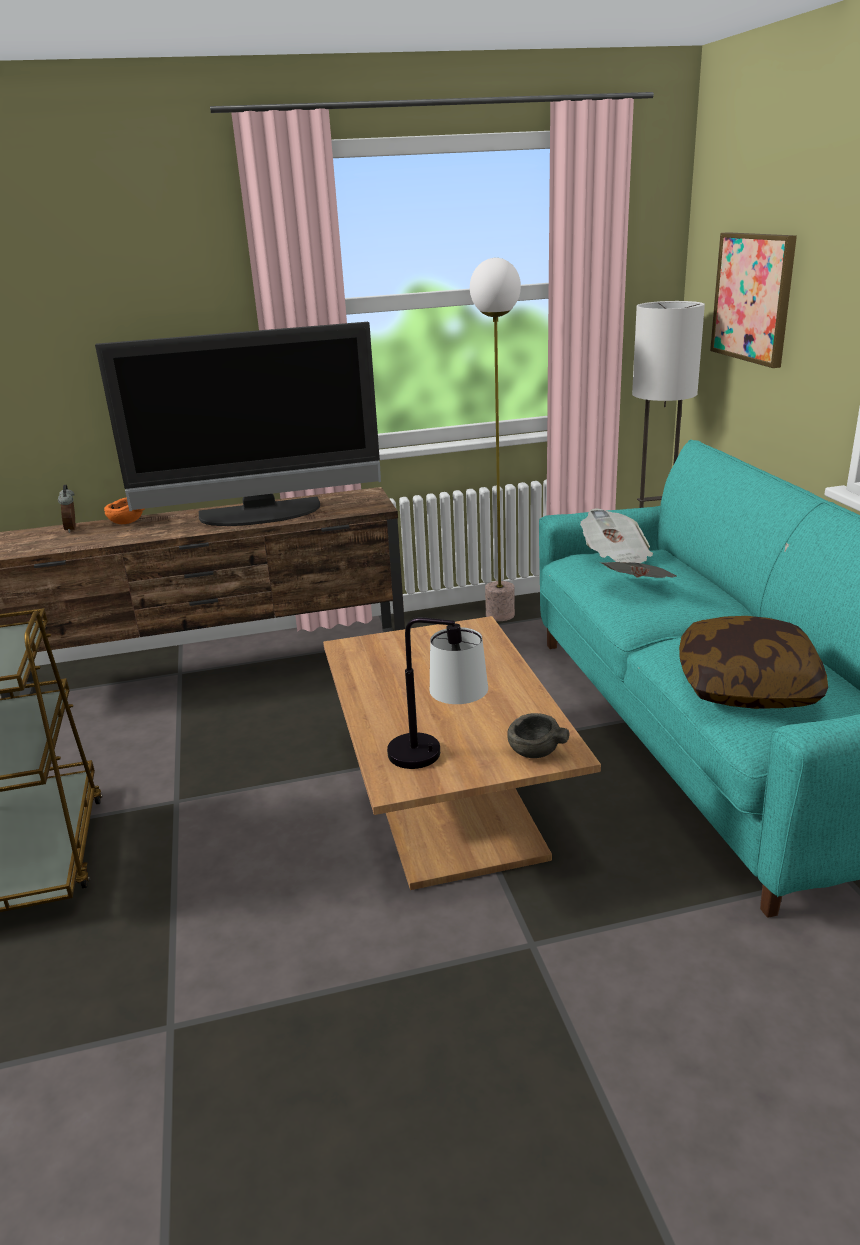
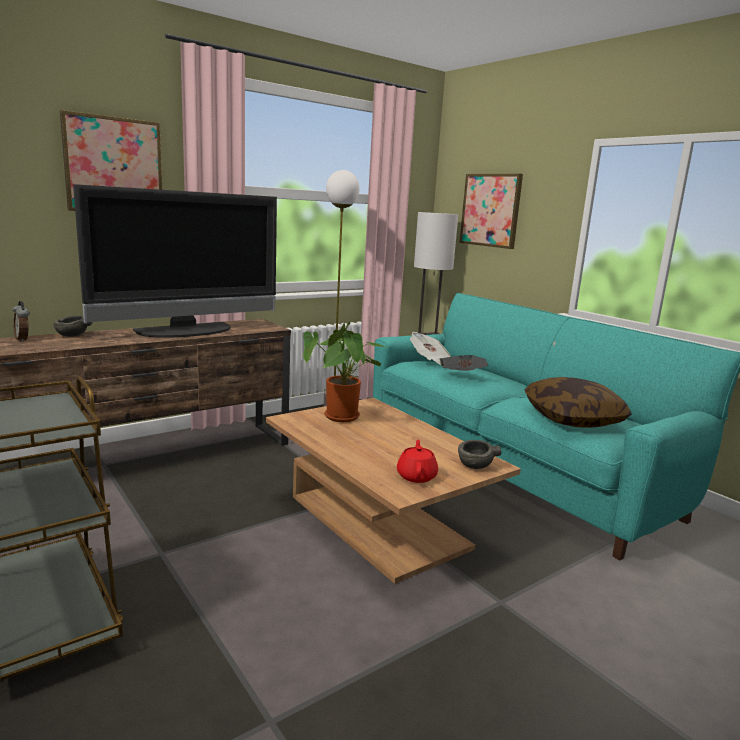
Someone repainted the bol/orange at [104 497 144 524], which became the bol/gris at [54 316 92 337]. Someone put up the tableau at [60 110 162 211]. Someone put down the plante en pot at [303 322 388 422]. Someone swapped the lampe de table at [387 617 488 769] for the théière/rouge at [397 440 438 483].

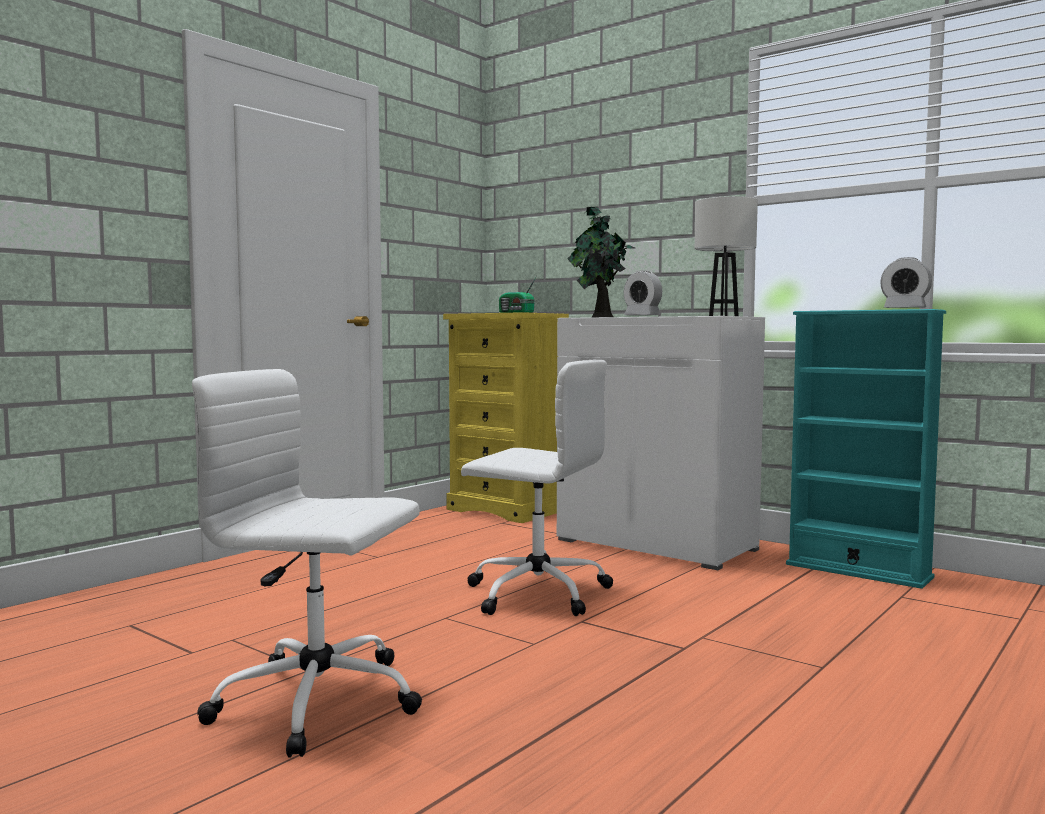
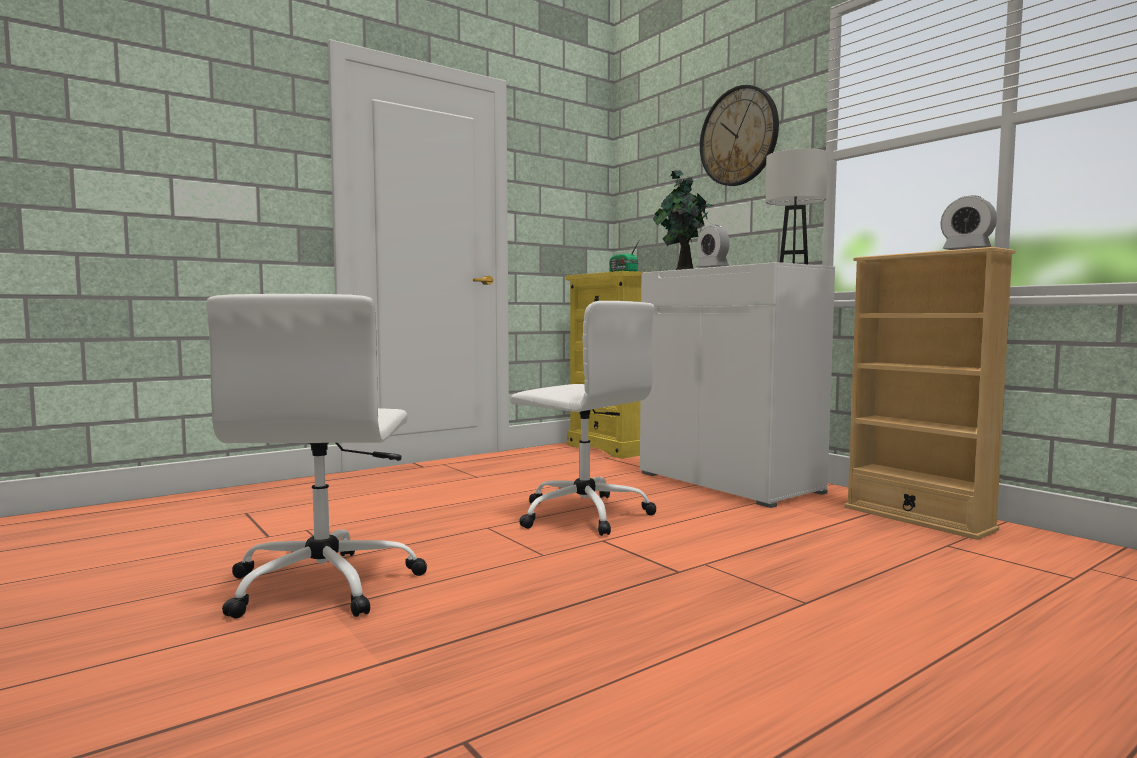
Someone rotated the chaise de bureau/blanc at [192 369 422 758] by 120 degrees counterclockwise. Someone put up the horloge murale at [700 85 779 186]. Someone repainted the bibliothèque/turquoise at [786 309 946 589], which became the bibliothèque/beige at [844 247 1015 540].

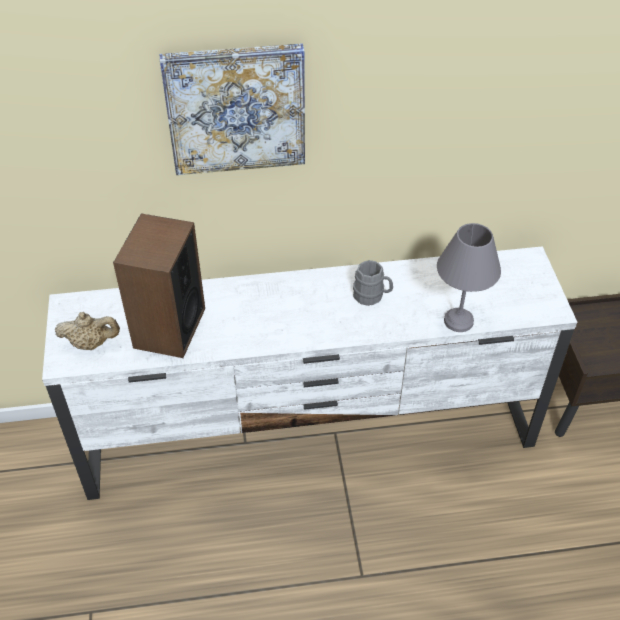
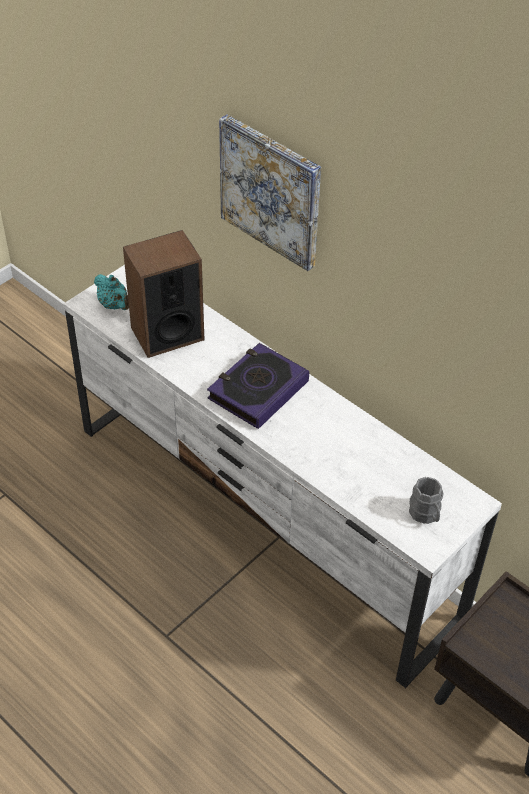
Someone repainted the théière/beige at [55 312 120 350], which became the théière/turquoise at [94 274 129 310]. Someone put down the livre at [207 343 309 429]. Someone carried the mug/gris from [353 260 393 306] to [409 477 443 524]. Someone took away the lampe de table/gris at [437 223 501 332].

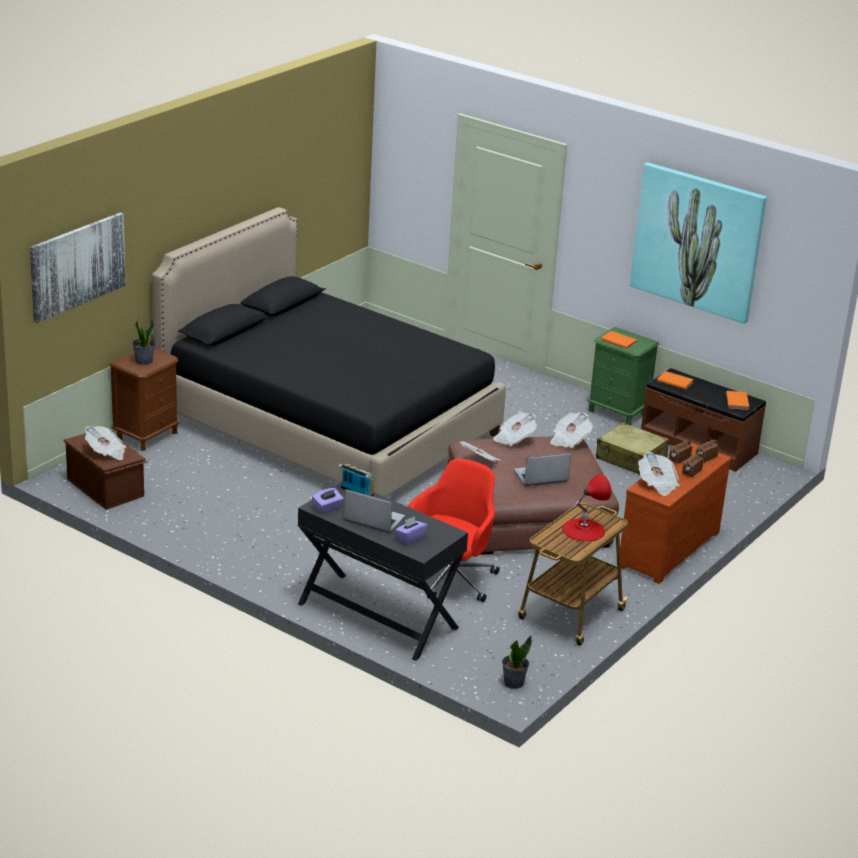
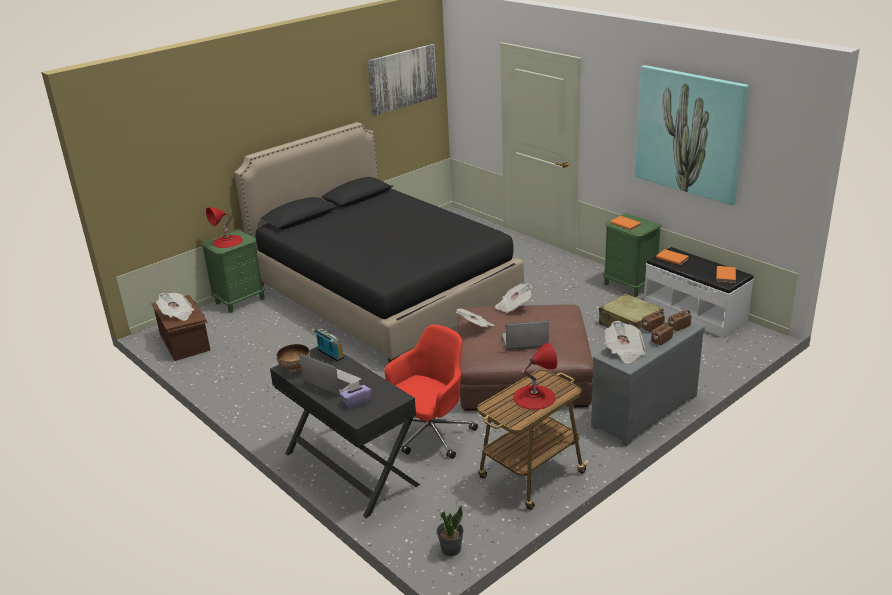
Someone repainted the table de chevet/marron at [110 348 179 451], which became the table de chevet/vert at [201 230 265 313]. Someone swapped the plante en pot at [132 319 155 365] for the lampe de table/rouge at [206 207 243 248]. Someone swapped the boîte à mouchoirs/violet at [312 488 344 513] for the bol at [277 344 310 374]. Someone carried the tableau from [30 213 126 323] to [367 44 437 116]. Someone repainted the commode/marron at [620 442 731 584], which became the commode/gris at [591 312 705 446]. Someone repainted the banc/marron at [641 368 766 472], which became the banc/blanc at [644 247 754 338]. Someone took away the journal at [550 412 593 448].

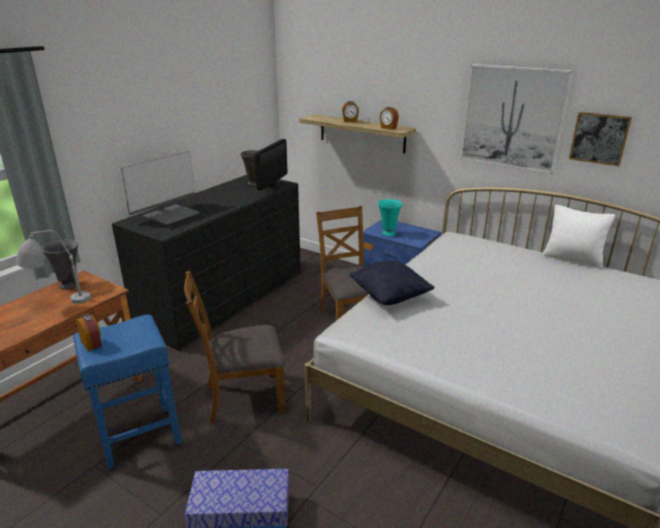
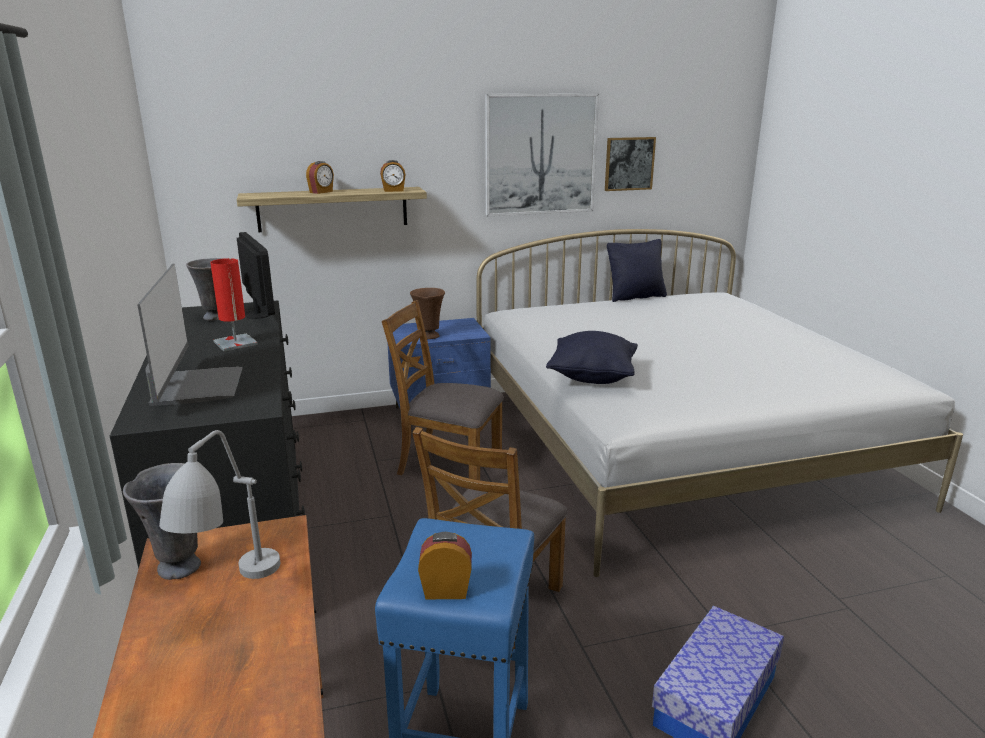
Someone put down the lampe de table/rouge at [210 258 258 351]. Someone repainted the vase/turquoise at [378 199 402 236], which became the vase/marron at [410 288 445 339]. Someone repainted the coussin/blanc at [543 205 615 268], which became the coussin/noir at [607 239 667 302].

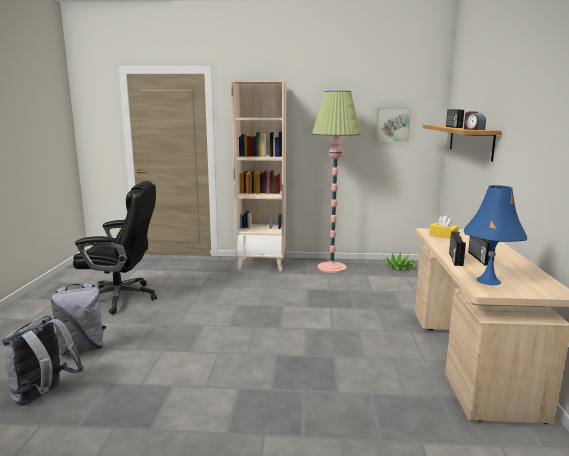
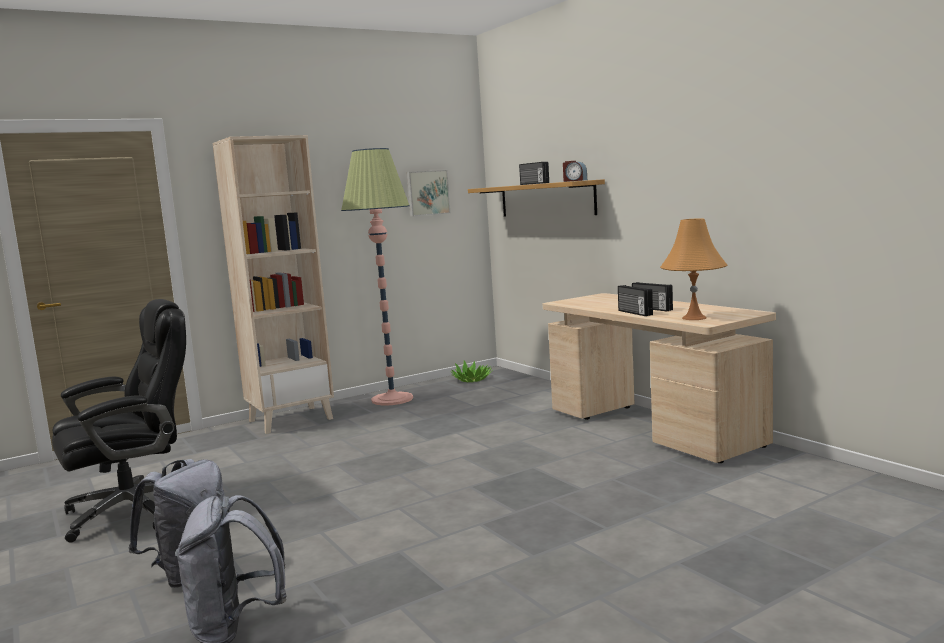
Someone repainted the lampe de table/bleu at [464 185 527 285], which became the lampe de table/orange at [660 218 727 320]. Someone took away the boîte à mouchoirs/jaune at [430 216 459 239].

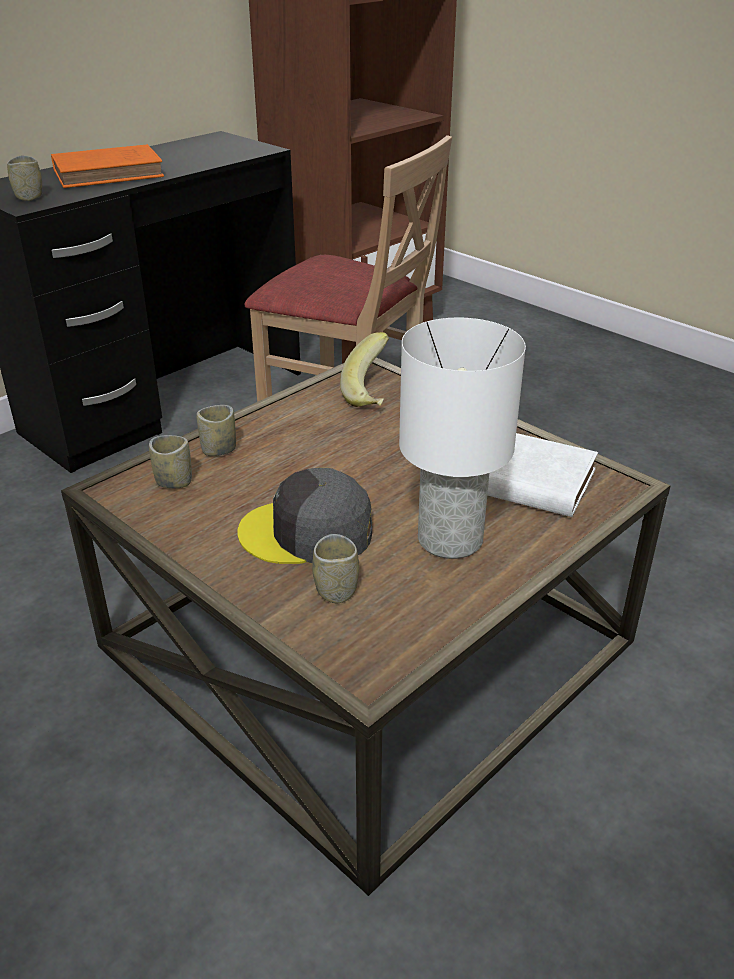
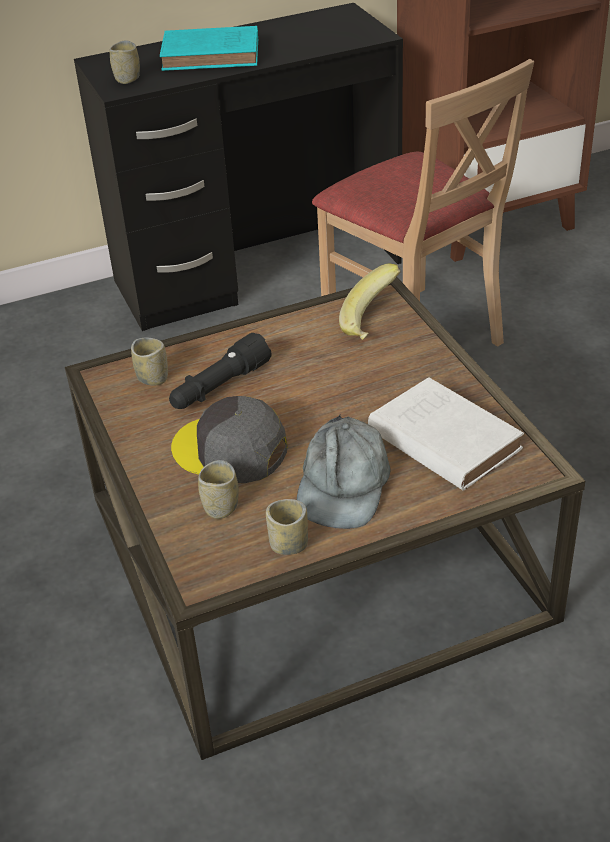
Someone repainted the livre/orange at [51 144 164 188], which became the livre/turquoise at [160 26 258 71]. Someone put down the lampe de poche/noir at [169 333 271 409]. Someone carried the tasse from [196 405 236 456] to [266 499 308 555]. Someone swapped the lampe de table/blanc at [399 318 526 559] for the casquette/gris at [297 414 391 529].

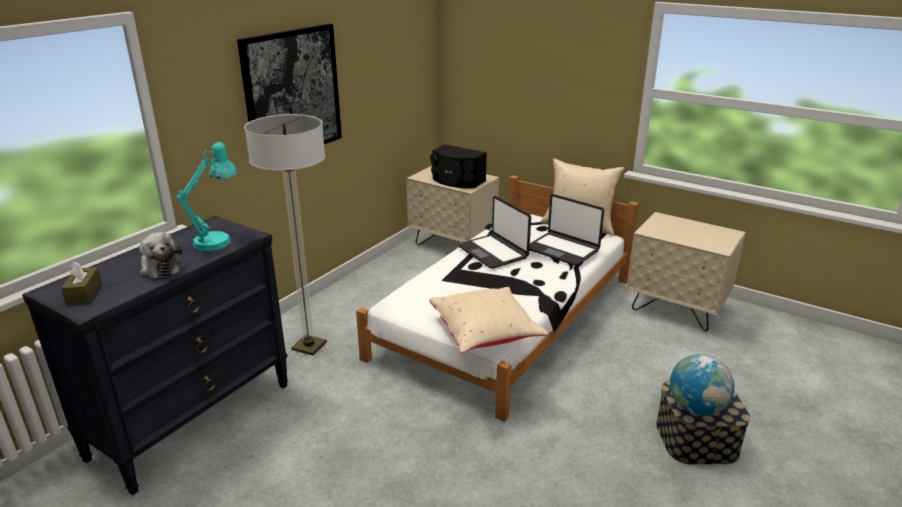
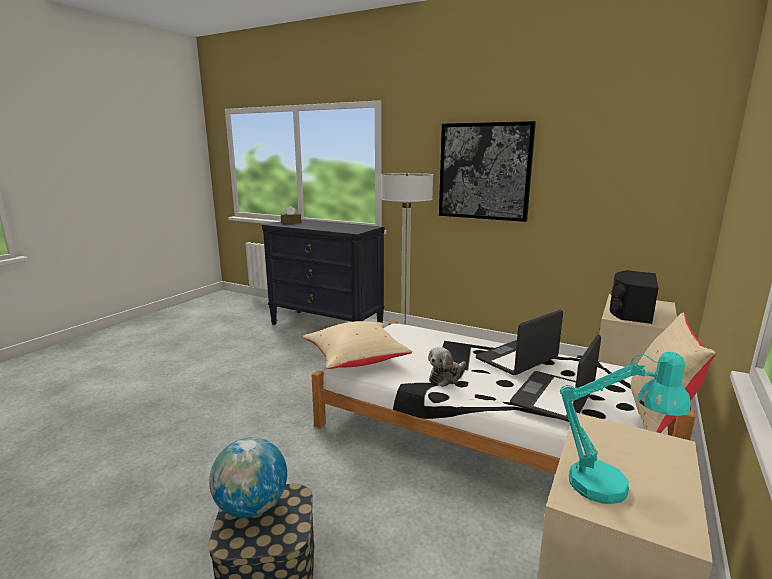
Someone carried the peluche from [139 232 182 278] to [428 347 466 387]. Someone carried the lampe de table/turquoise from [176 142 237 252] to [560 352 691 504].

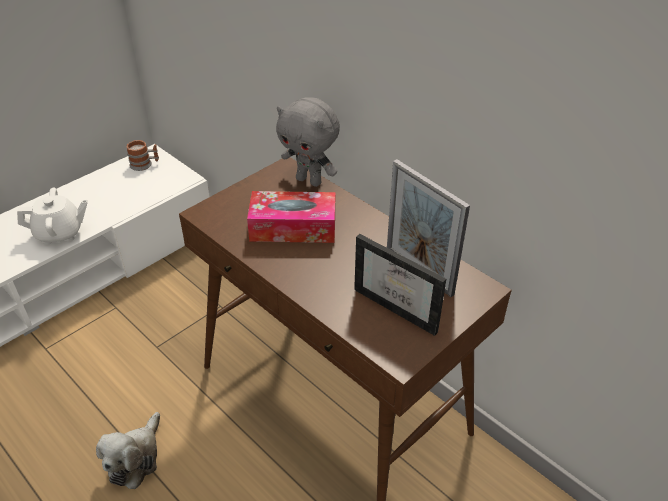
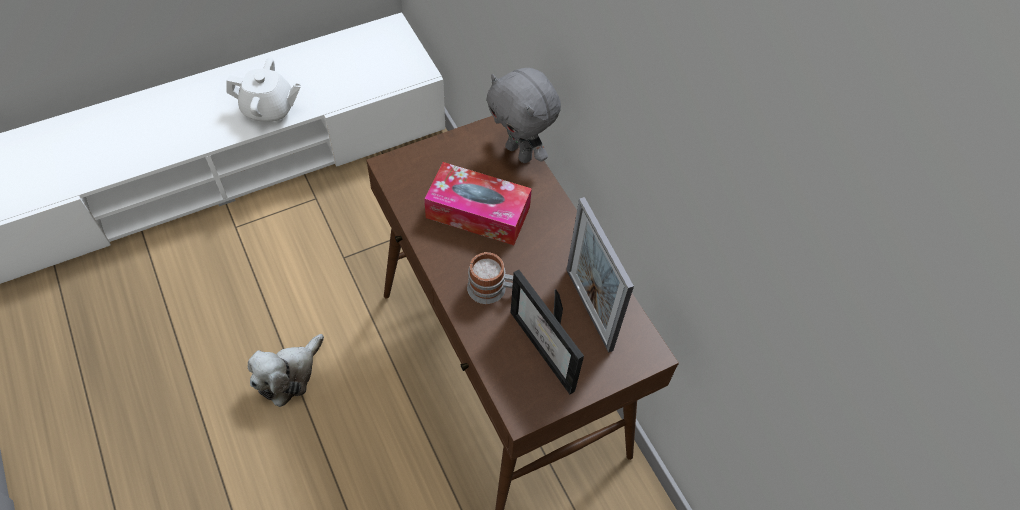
Someone carried the mug from [127 140 159 171] to [467 252 513 304].

